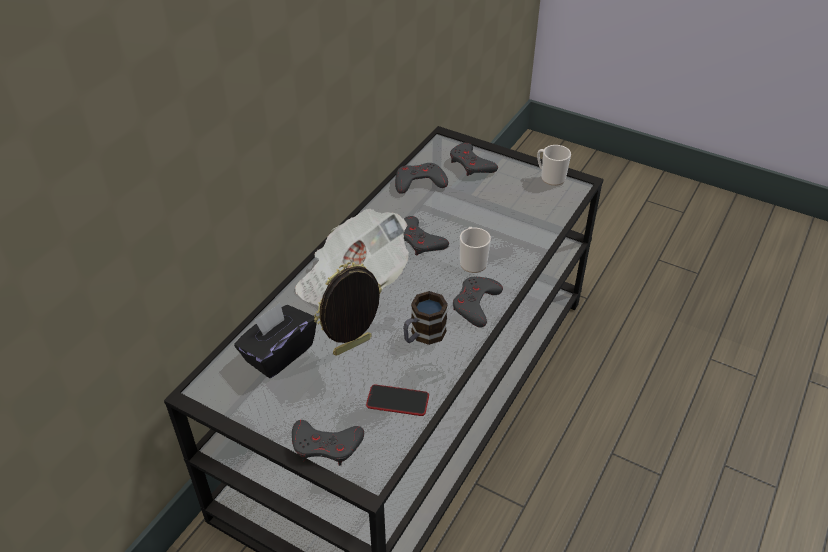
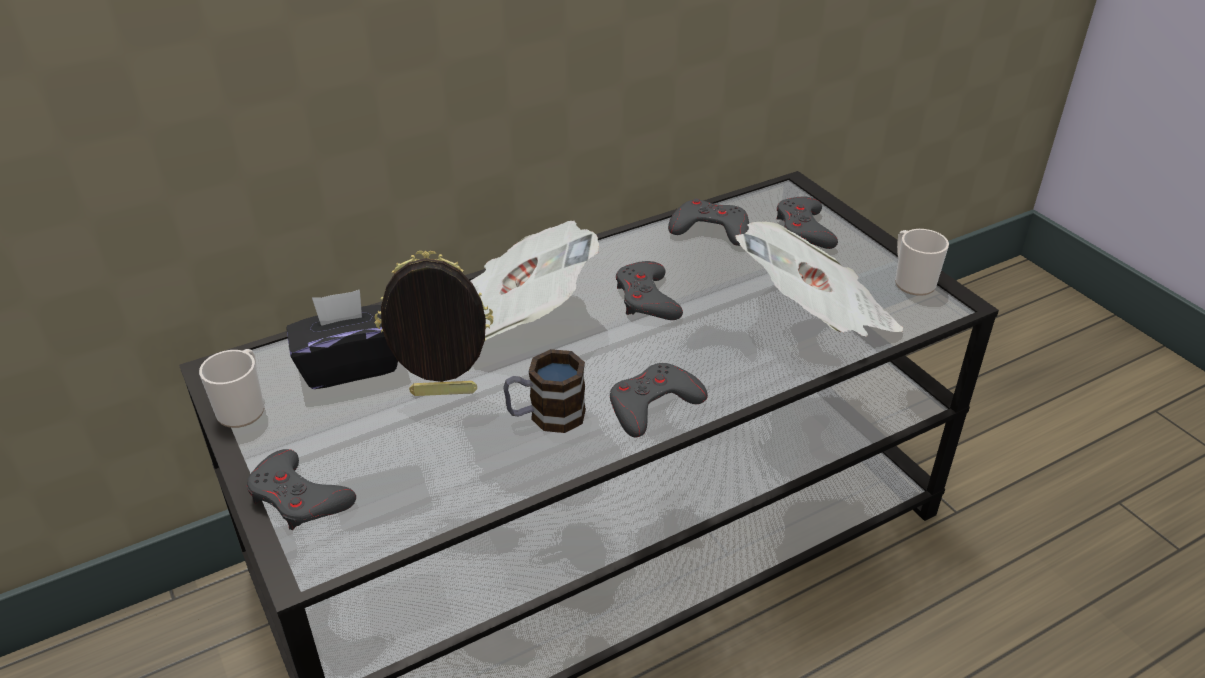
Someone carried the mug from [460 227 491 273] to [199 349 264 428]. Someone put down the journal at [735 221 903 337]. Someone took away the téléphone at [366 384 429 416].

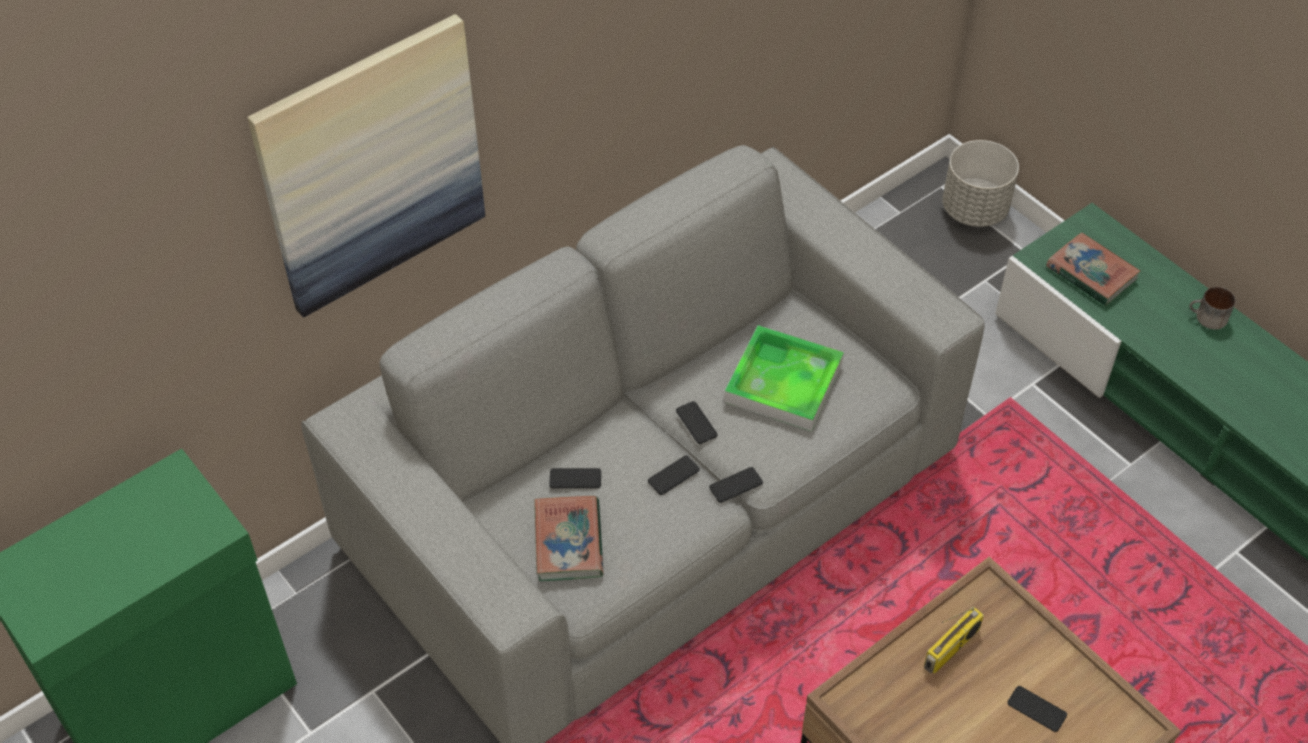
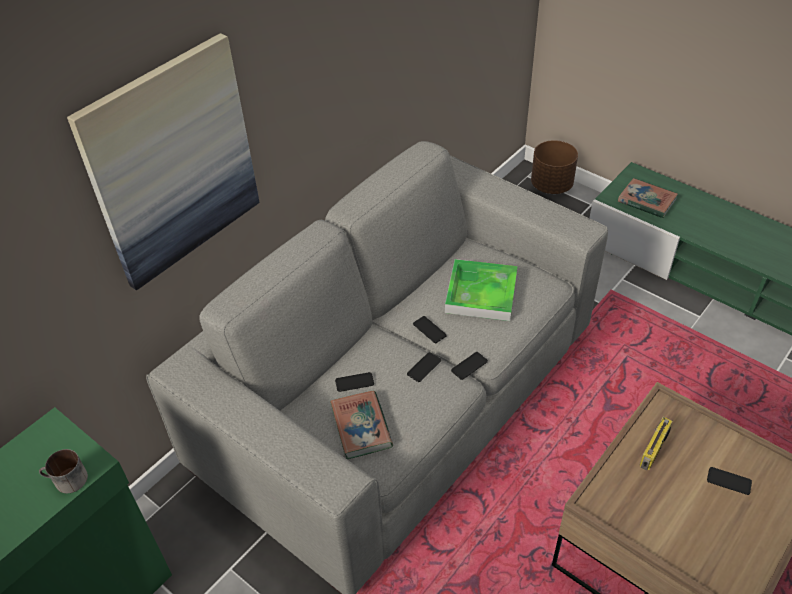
Someone carried the mug from [1189 287 1236 329] to [39 449 88 493]. Someone repainted the cache-pot/gris at [942 140 1019 227], which became the cache-pot/marron at [531 140 578 194].

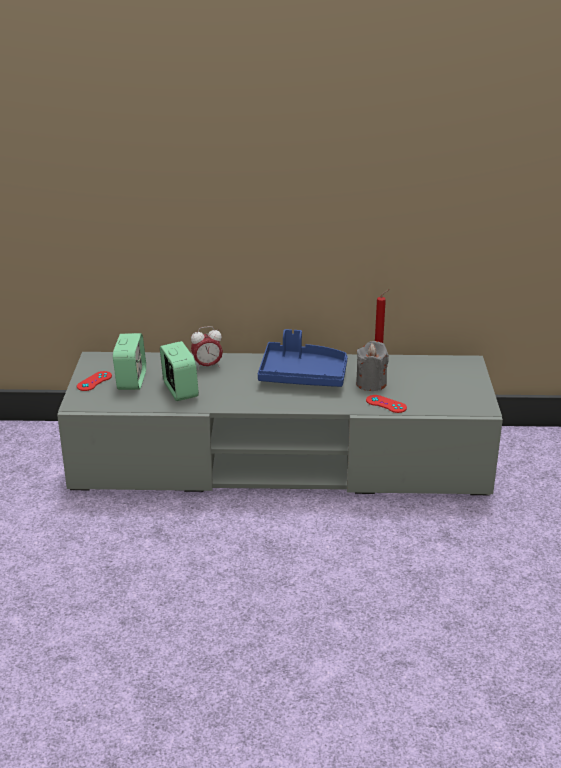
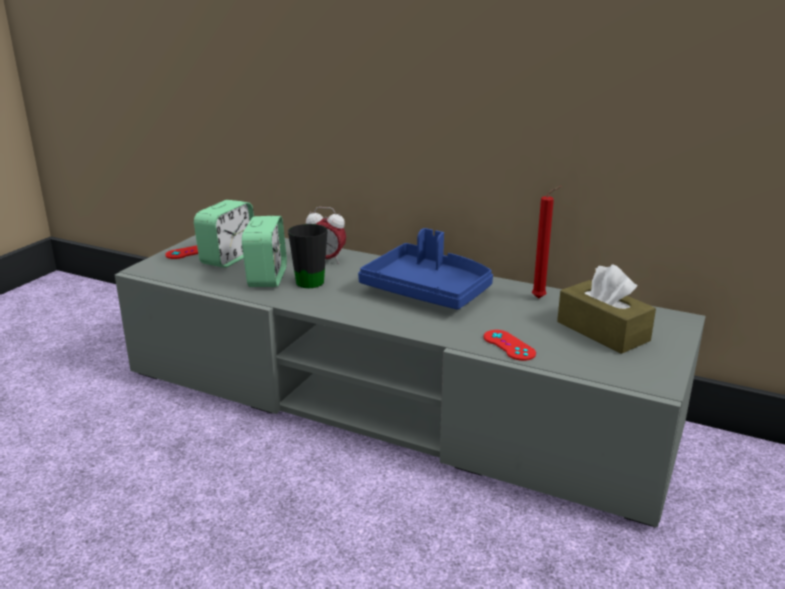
Someone put down the mug/noir at [288 224 328 288]. Someone put down the boîte à mouchoirs/marron at [557 264 656 354]. Someone took away the bougie/gris at [356 341 389 391].

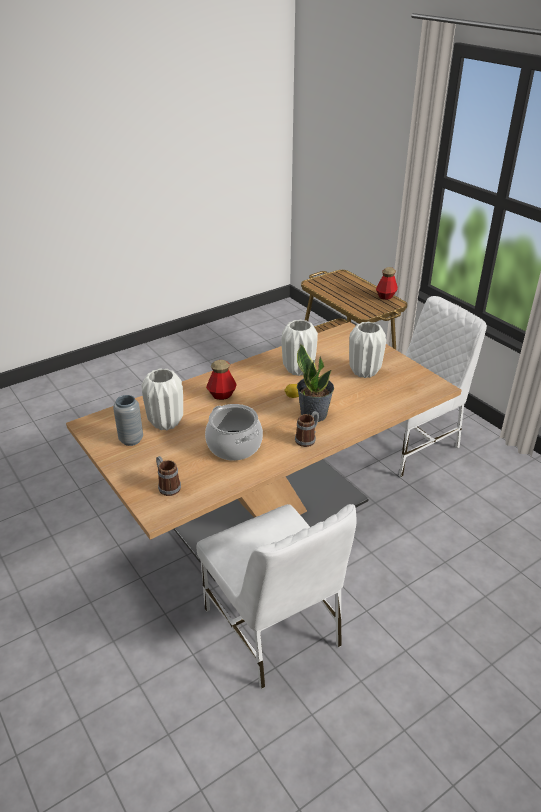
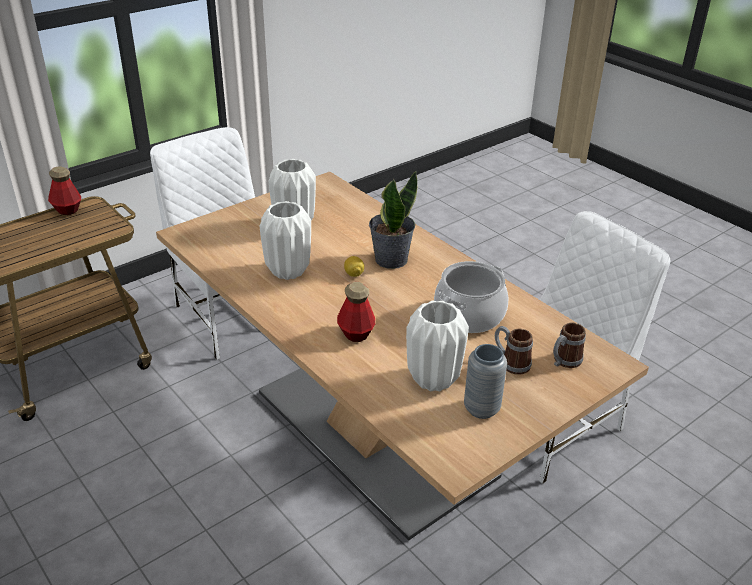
Someone carried the mug from [295 411 319 447] to [495 326 533 375].

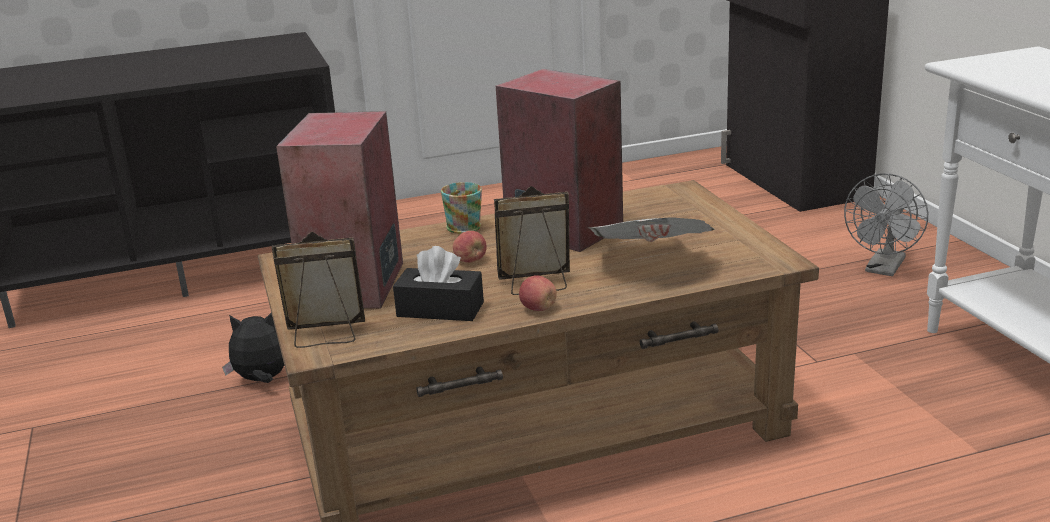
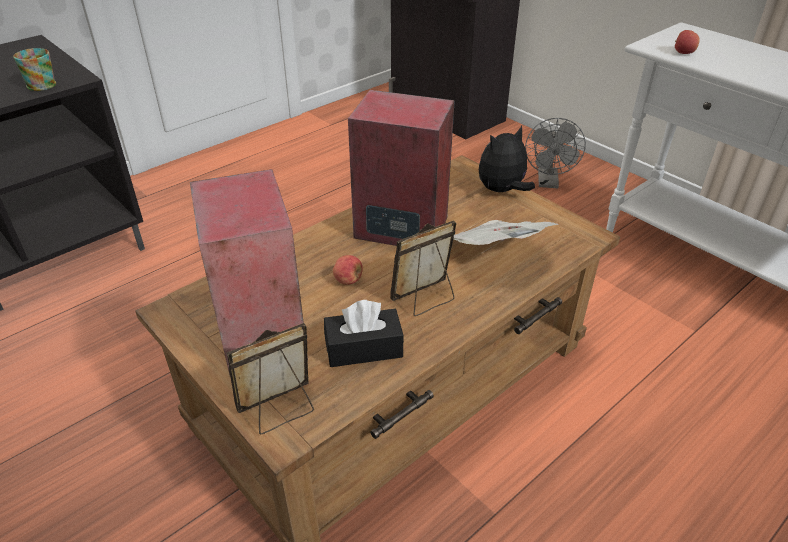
Someone carried the mug from [441 182 482 234] to [13 48 56 91]. Someone carried the peluche from [222 313 284 383] to [479 126 535 192]. Someone carried the pomme from [519 275 557 311] to [675 30 700 54].

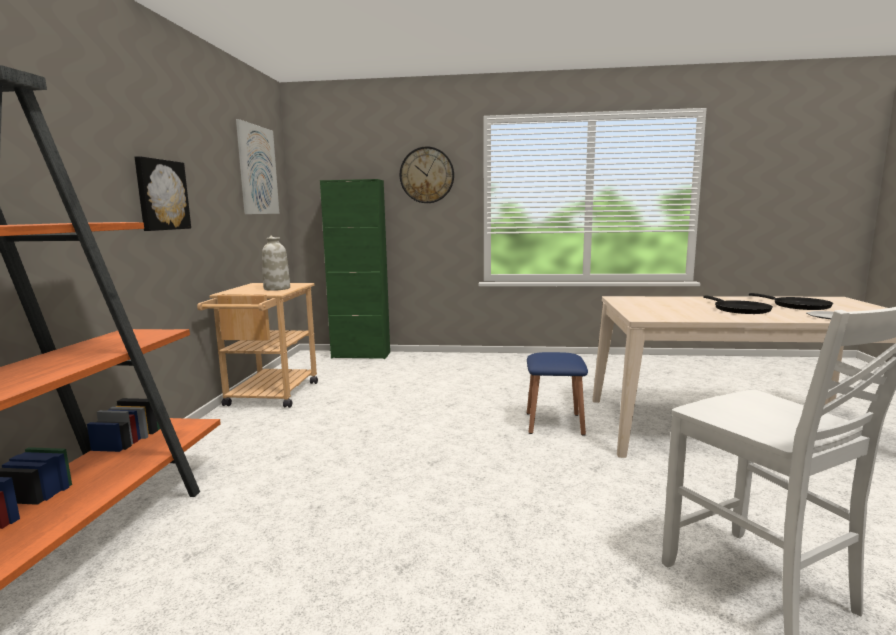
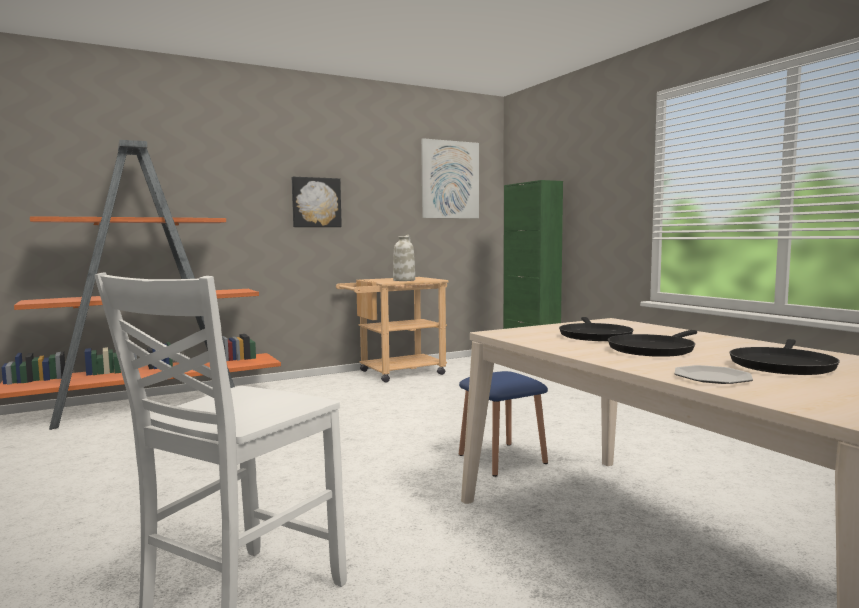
Someone put down the poêle/noir at [559 317 634 341]. Someone took away the horloge murale at [400 147 454 203].

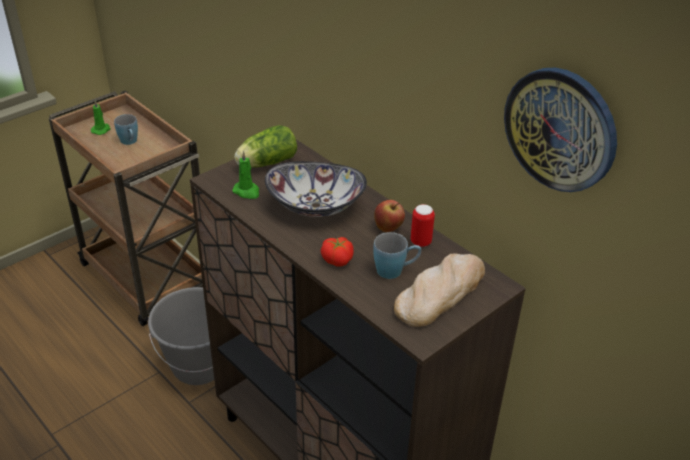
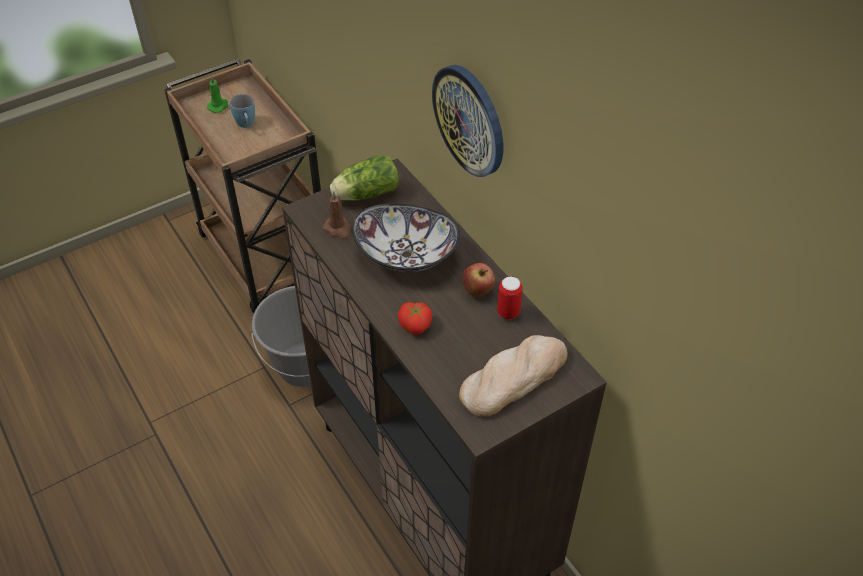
Someone repainted the bougie/vert at [232 151 259 199], which became the bougie/marron at [323 191 351 239]. Someone carried the horloge murale from [504 68 617 192] to [432 65 503 177]. Someone took away the mug/bleu at [373 232 421 279].

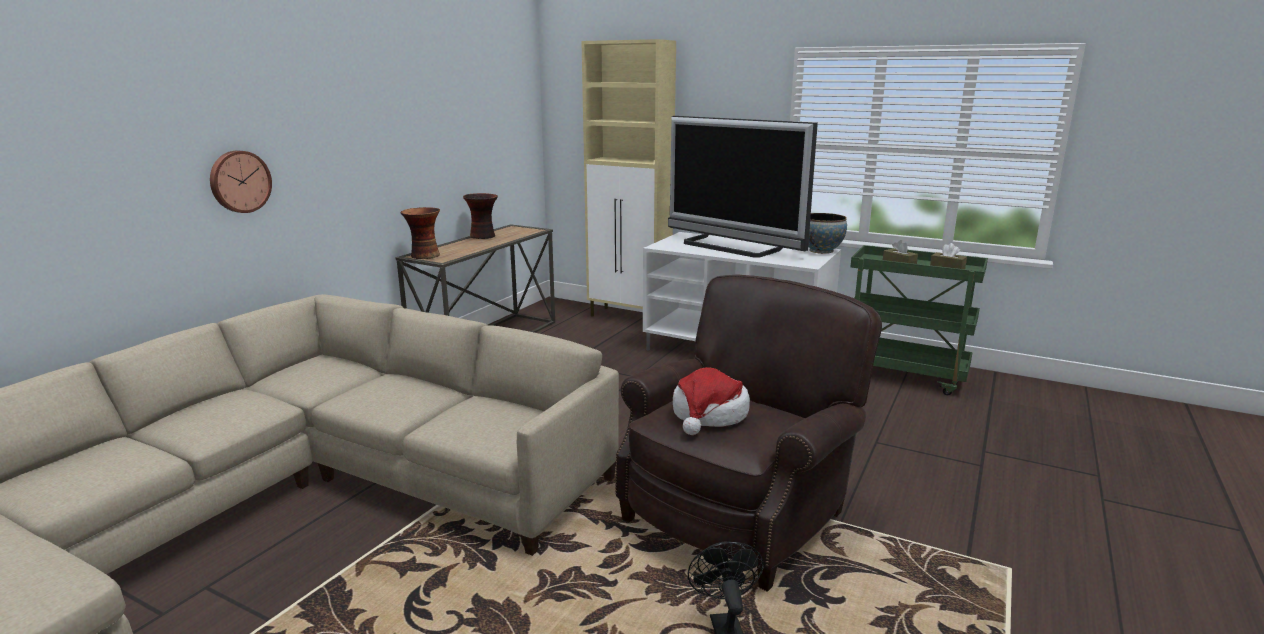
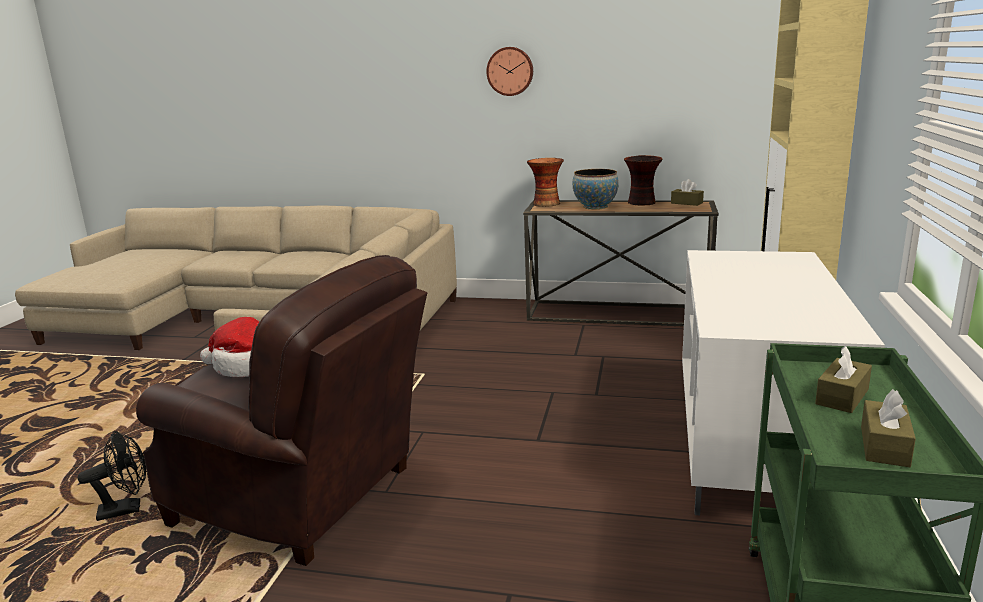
Someone carried the horloge murale from [210 151 272 213] to [486 47 533 96]. Someone carried the bol from [808 213 847 254] to [573 169 619 210]. Someone put down the boîte à mouchoirs/marron at [671 179 704 206]. Someone took away the téléviseur at [668 116 818 258].

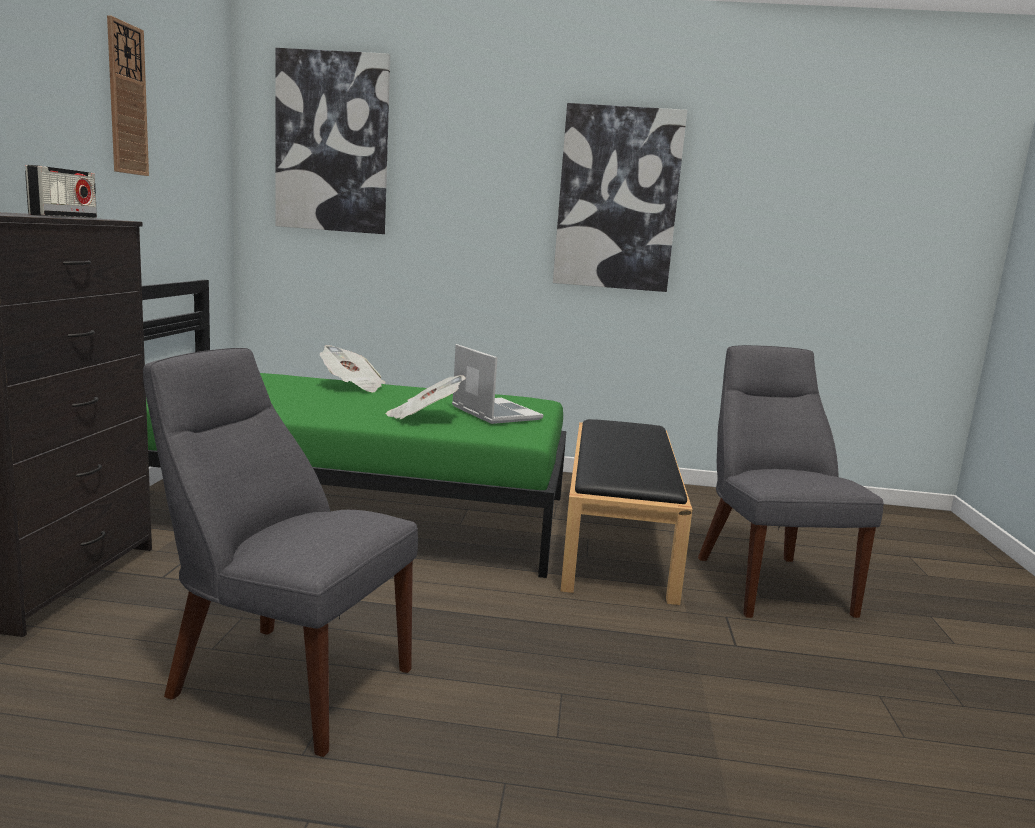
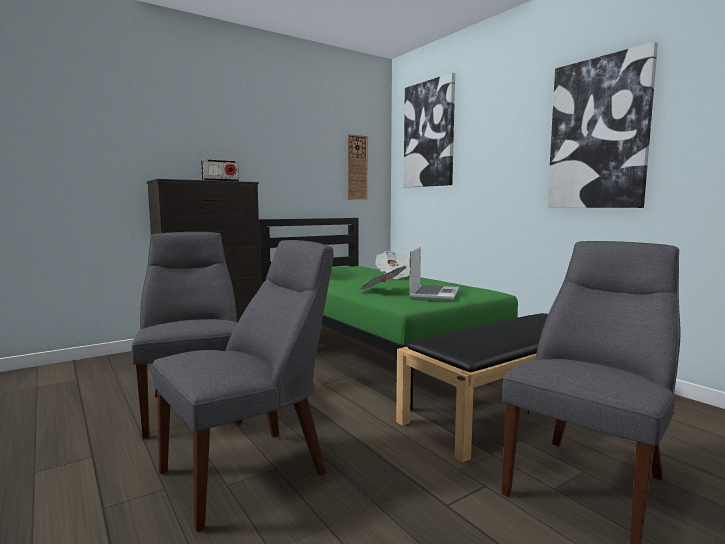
Someone put down the chaise/gris at [152 240 333 532]. Someone carried the horloge murale from [107 15 149 176] to [347 134 368 200].

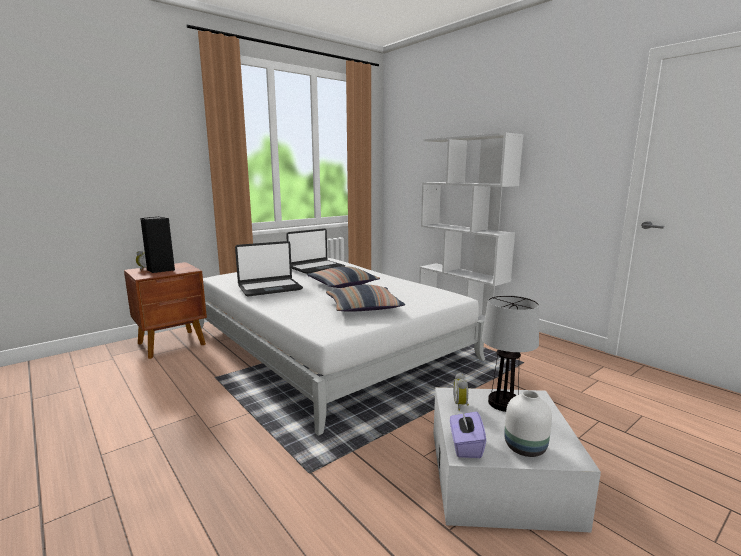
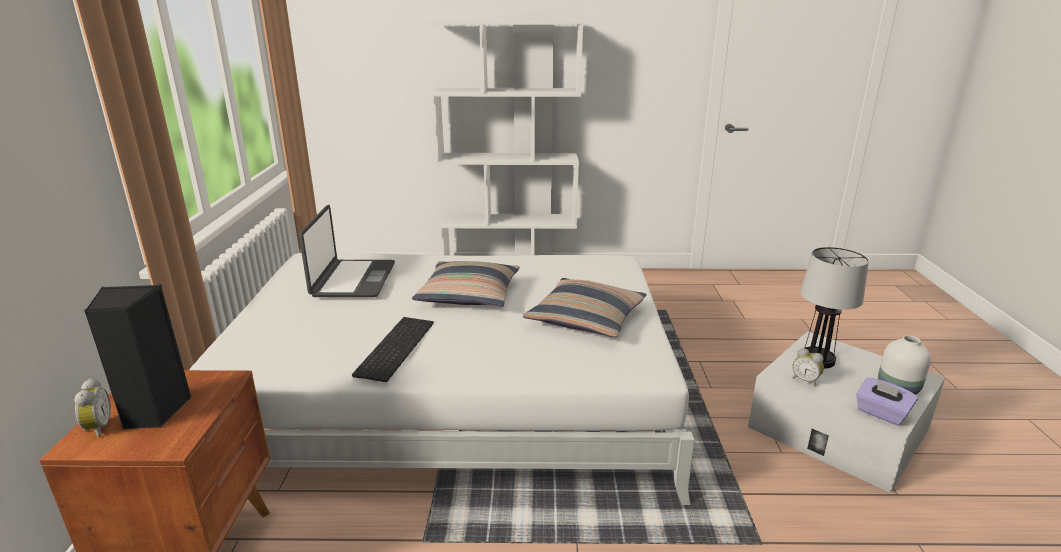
Someone swapped the ordinateur portable at [235 241 303 296] for the clavier at [352 317 434 382].

